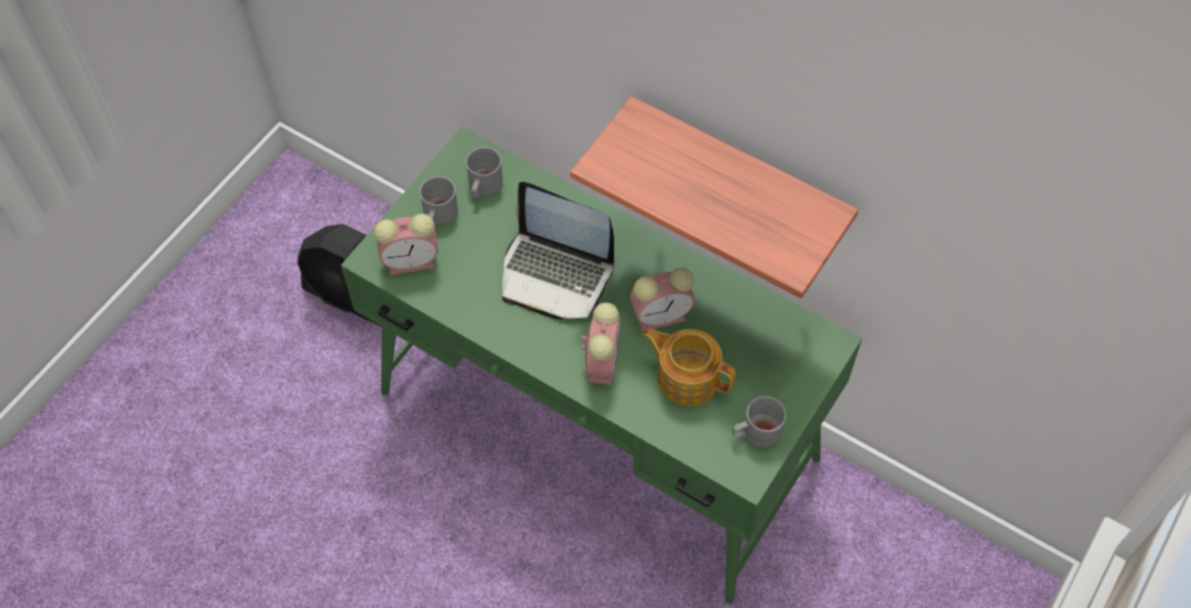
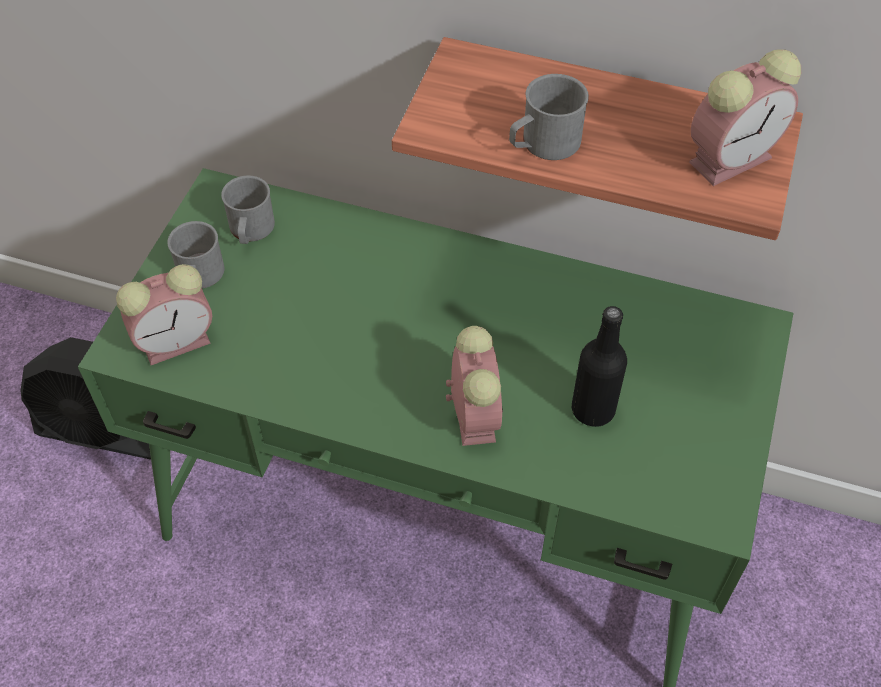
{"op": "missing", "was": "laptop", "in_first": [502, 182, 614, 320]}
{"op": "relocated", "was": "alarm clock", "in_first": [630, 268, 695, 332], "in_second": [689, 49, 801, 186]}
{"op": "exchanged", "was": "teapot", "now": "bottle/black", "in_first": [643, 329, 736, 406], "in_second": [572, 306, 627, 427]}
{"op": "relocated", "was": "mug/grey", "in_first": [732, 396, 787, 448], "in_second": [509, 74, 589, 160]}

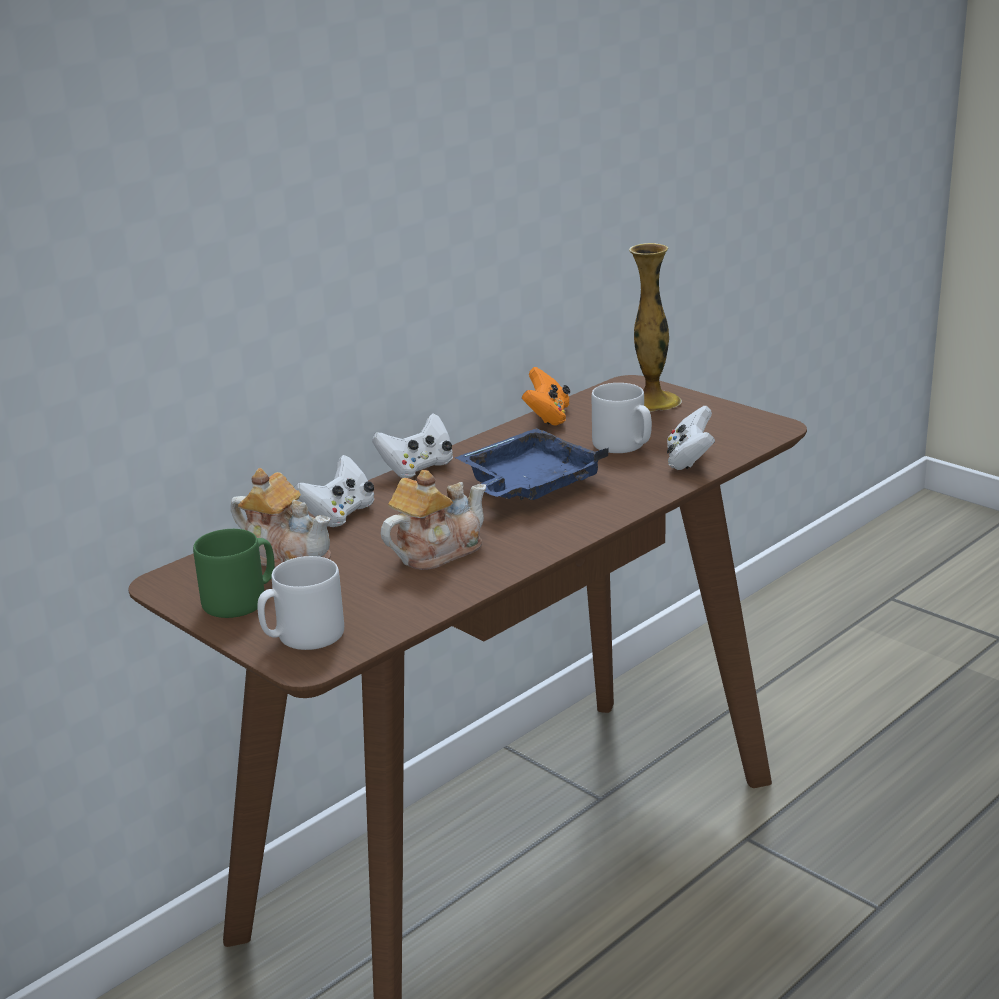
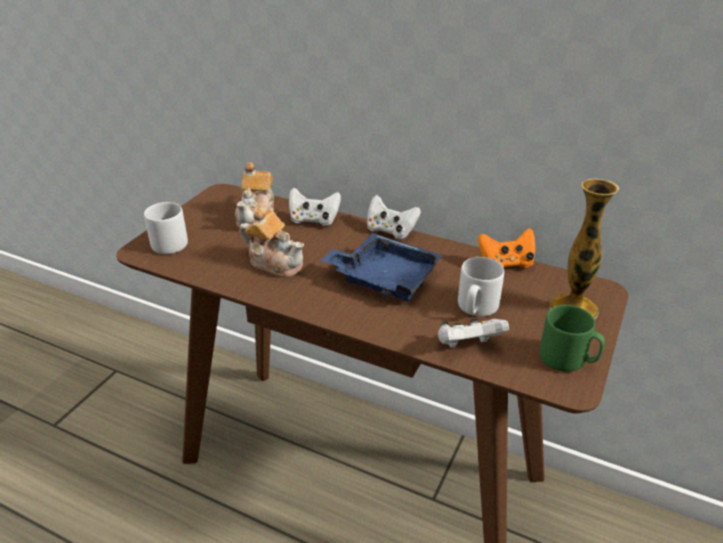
{"op": "relocated", "was": "mug/green", "in_first": [193, 529, 275, 618], "in_second": [539, 305, 605, 372]}

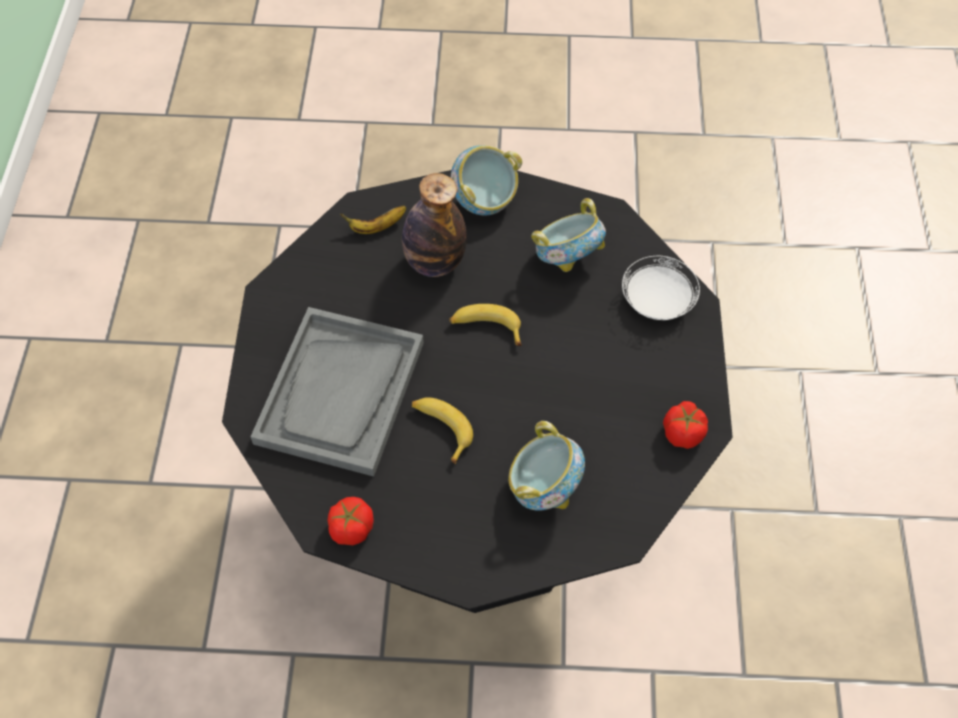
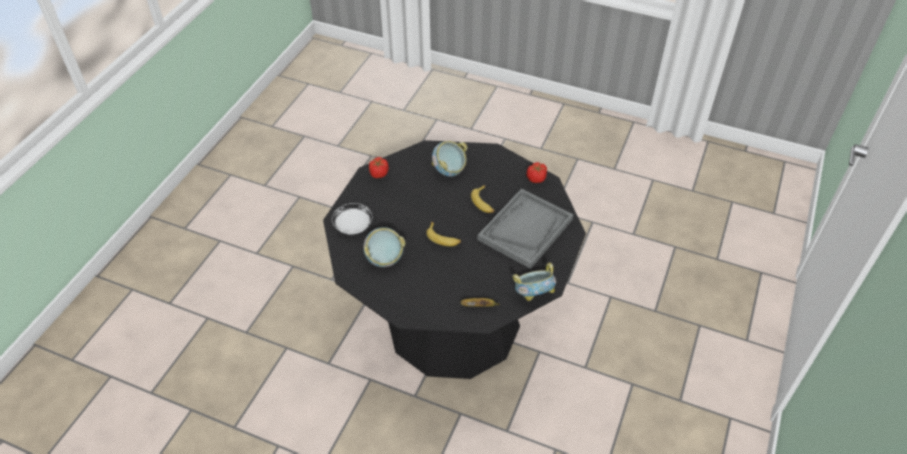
{"op": "relocated", "was": "bowl", "in_first": [451, 145, 522, 215], "in_second": [512, 262, 556, 301]}
{"op": "missing", "was": "bottle", "in_first": [402, 173, 467, 277]}

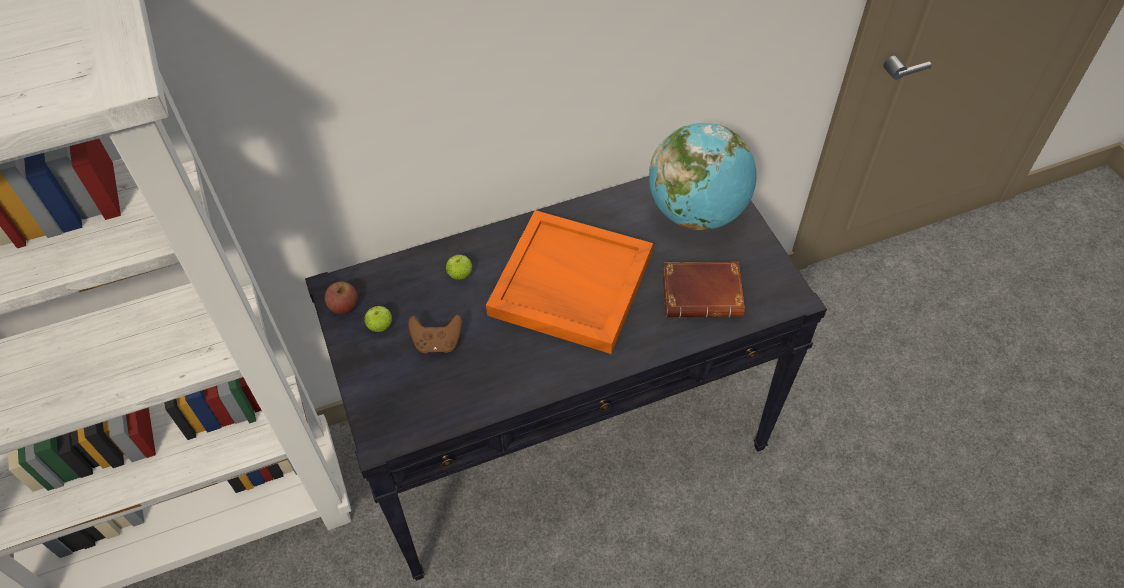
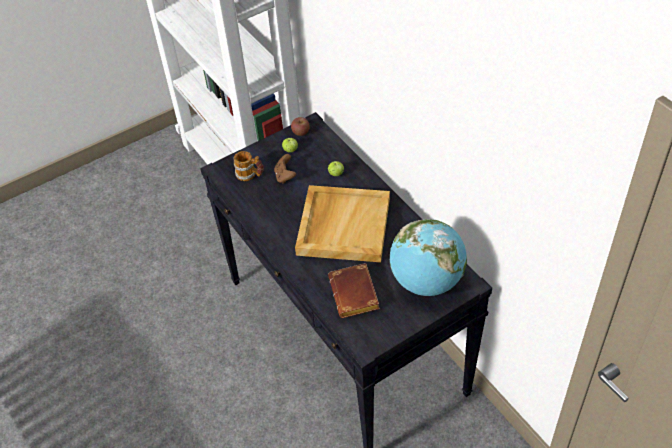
{"op": "colour", "was": "tray/orange", "now": "tray/beige", "in_first": [486, 210, 653, 354], "in_second": [295, 185, 390, 263]}
{"op": "appeared", "now": "mug", "in_second": [234, 151, 264, 181]}

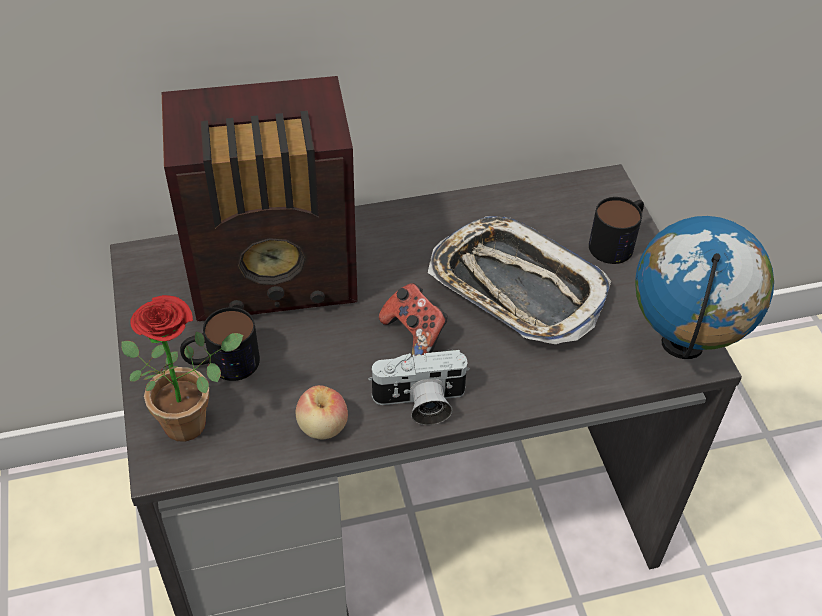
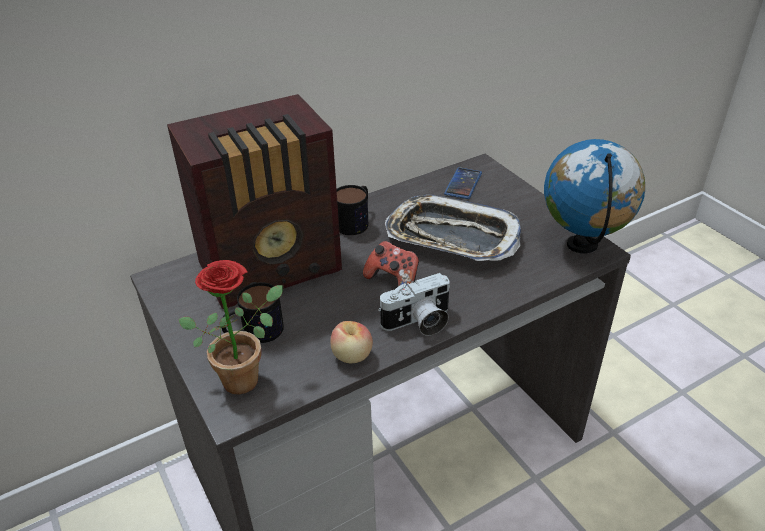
{"op": "relocated", "was": "mug", "in_first": [589, 197, 644, 264], "in_second": [337, 185, 368, 235]}
{"op": "appeared", "now": "phone", "in_second": [444, 167, 482, 199]}

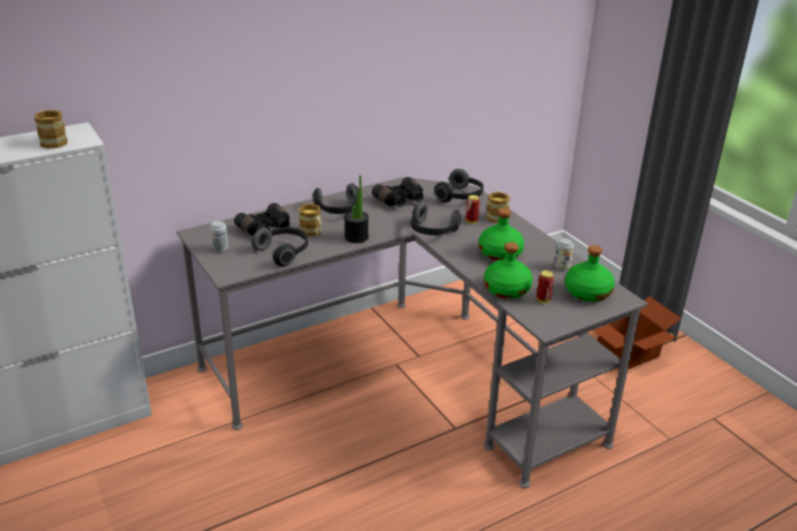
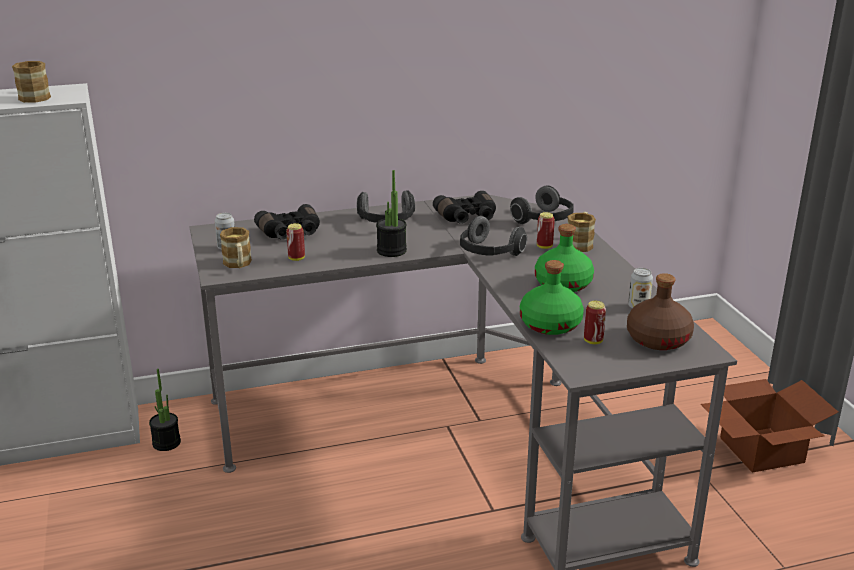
{"op": "relocated", "was": "mug", "in_first": [299, 204, 322, 236], "in_second": [220, 227, 252, 268]}
{"op": "exchanged", "was": "headphones", "now": "can", "in_first": [252, 227, 308, 266], "in_second": [286, 223, 305, 261]}
{"op": "colour", "was": "bottle/green", "now": "bottle/brown", "in_first": [565, 245, 615, 302], "in_second": [627, 273, 694, 350]}
{"op": "appeared", "now": "potted plant", "in_second": [149, 369, 181, 451]}

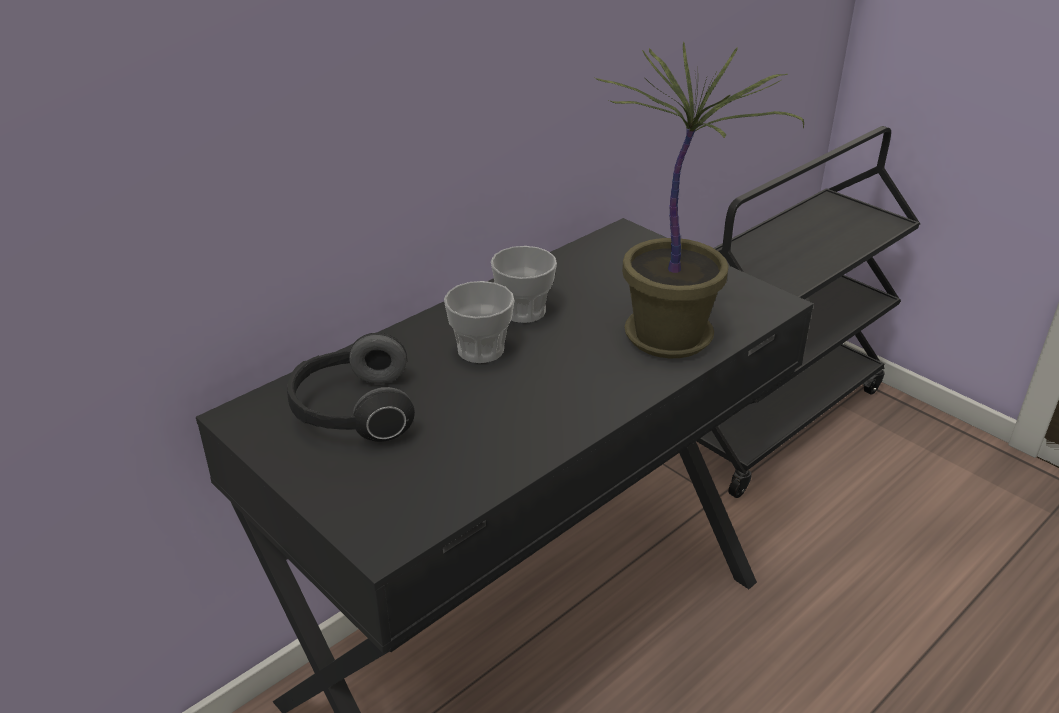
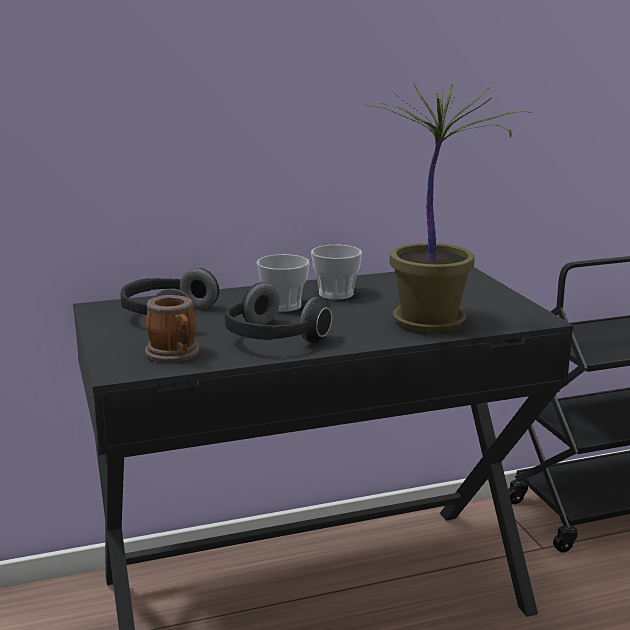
{"op": "appeared", "now": "headphones", "in_second": [225, 282, 332, 343]}
{"op": "appeared", "now": "mug", "in_second": [145, 295, 199, 363]}

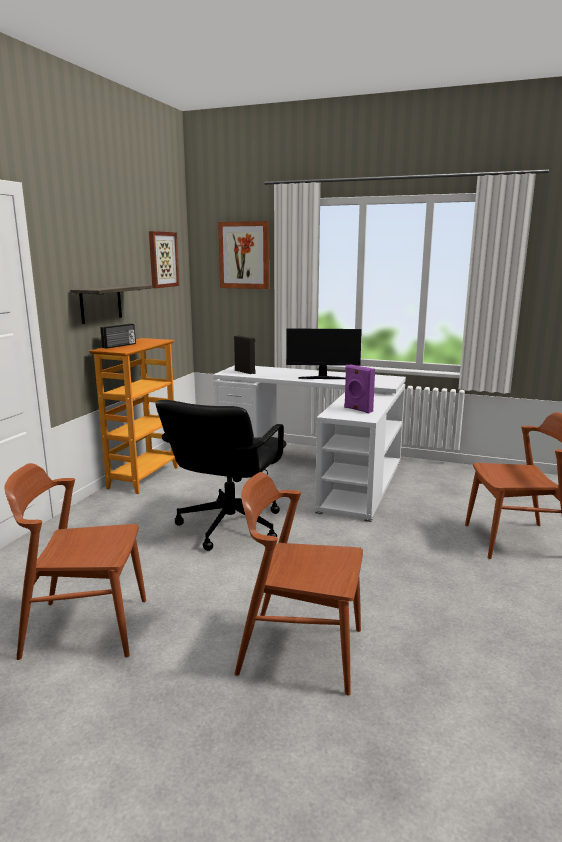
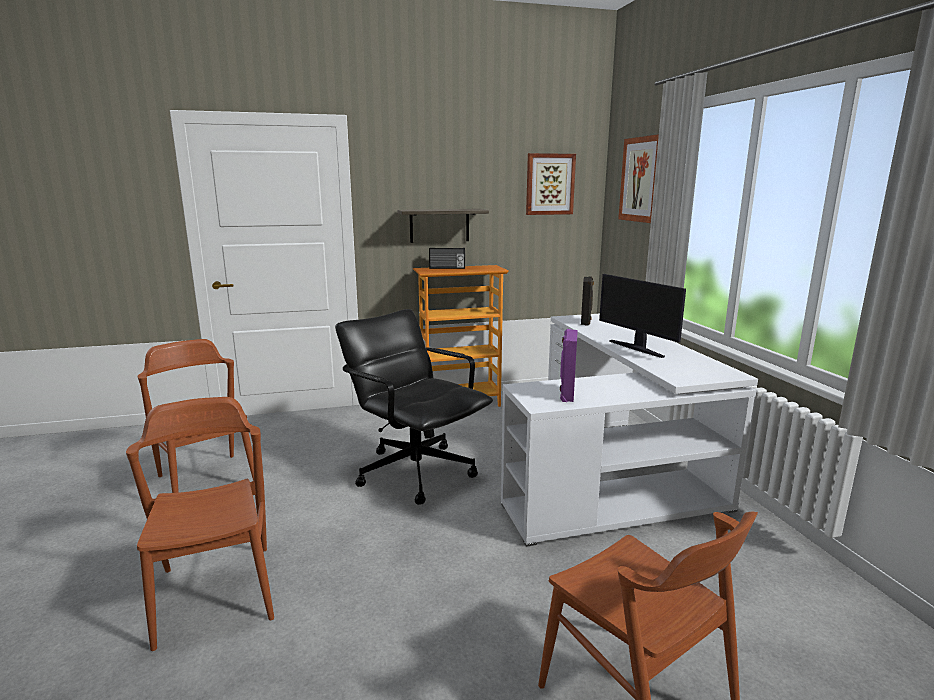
{"op": "spun", "was": "office chair/black", "in_first": [155, 400, 287, 551], "in_second": [335, 309, 493, 505], "clockwise": 60}

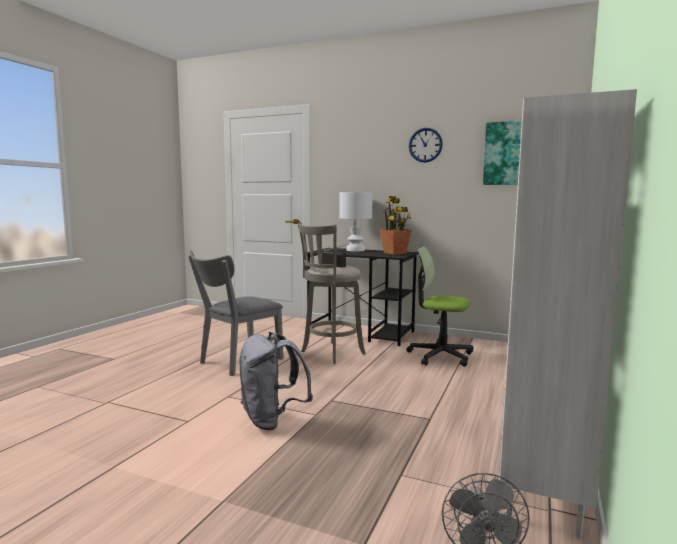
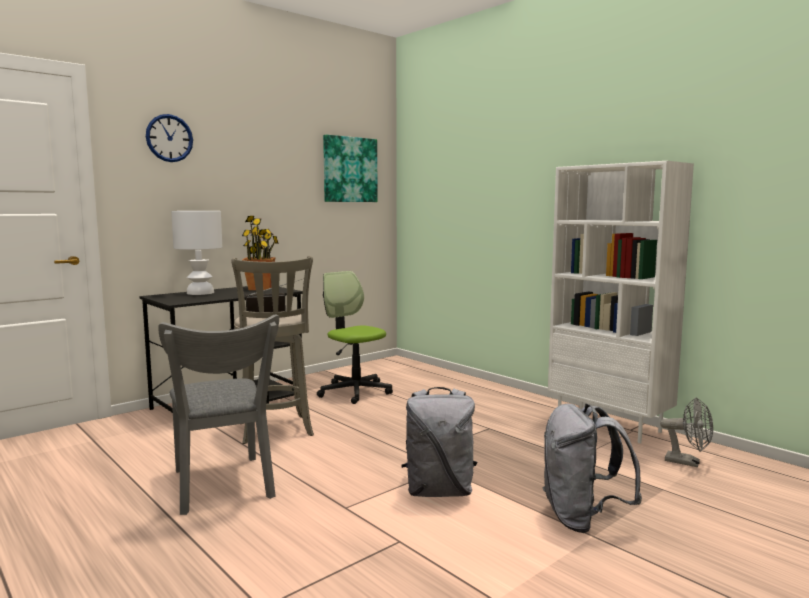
{"op": "relocated", "was": "wall clock", "in_first": [409, 128, 443, 163], "in_second": [146, 114, 193, 162]}
{"op": "spun", "was": "office chair", "in_first": [406, 247, 473, 367], "in_second": [317, 271, 393, 404], "clockwise": 90}
{"op": "appeared", "now": "backpack/grey", "in_second": [542, 403, 642, 533]}

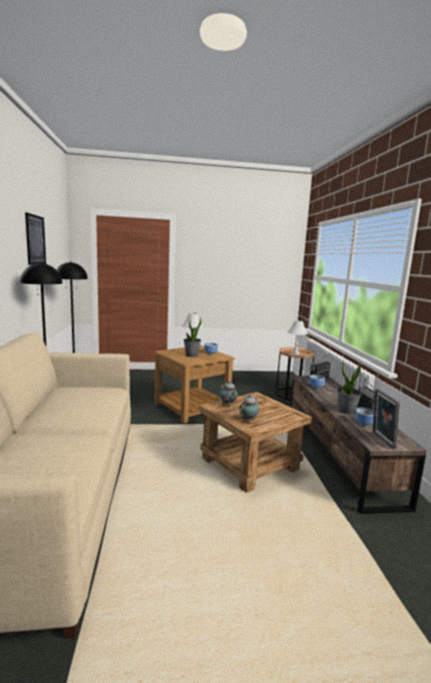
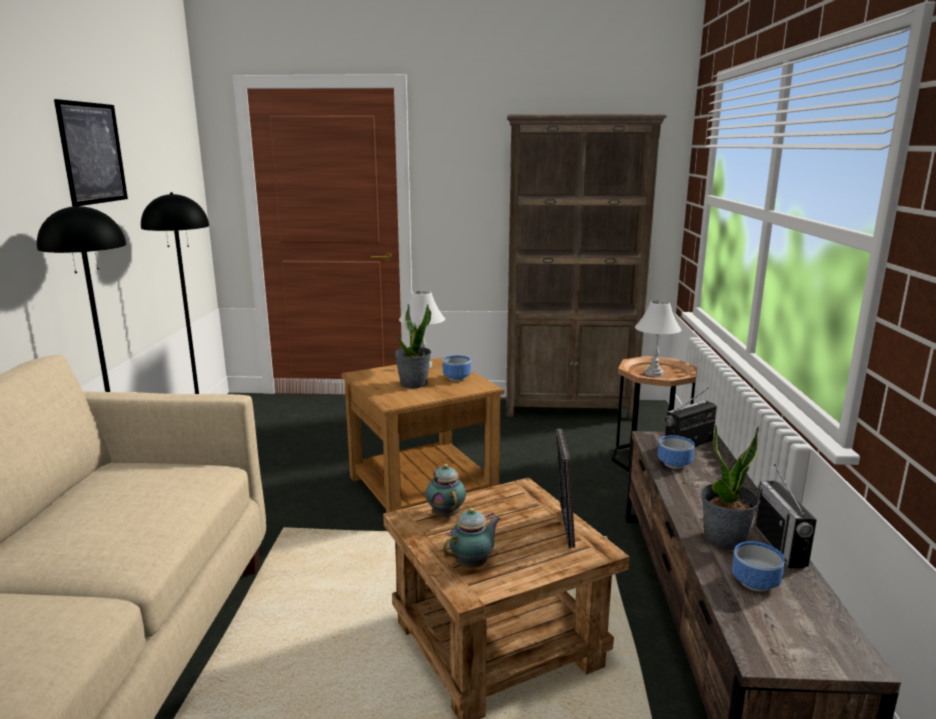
{"op": "relocated", "was": "picture frame", "in_first": [373, 389, 400, 449], "in_second": [556, 429, 575, 548]}
{"op": "appeared", "now": "bookcase/brown", "in_second": [506, 114, 667, 419]}

